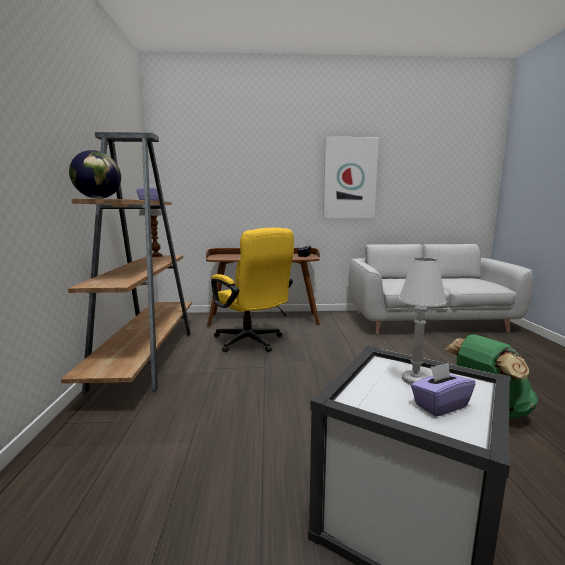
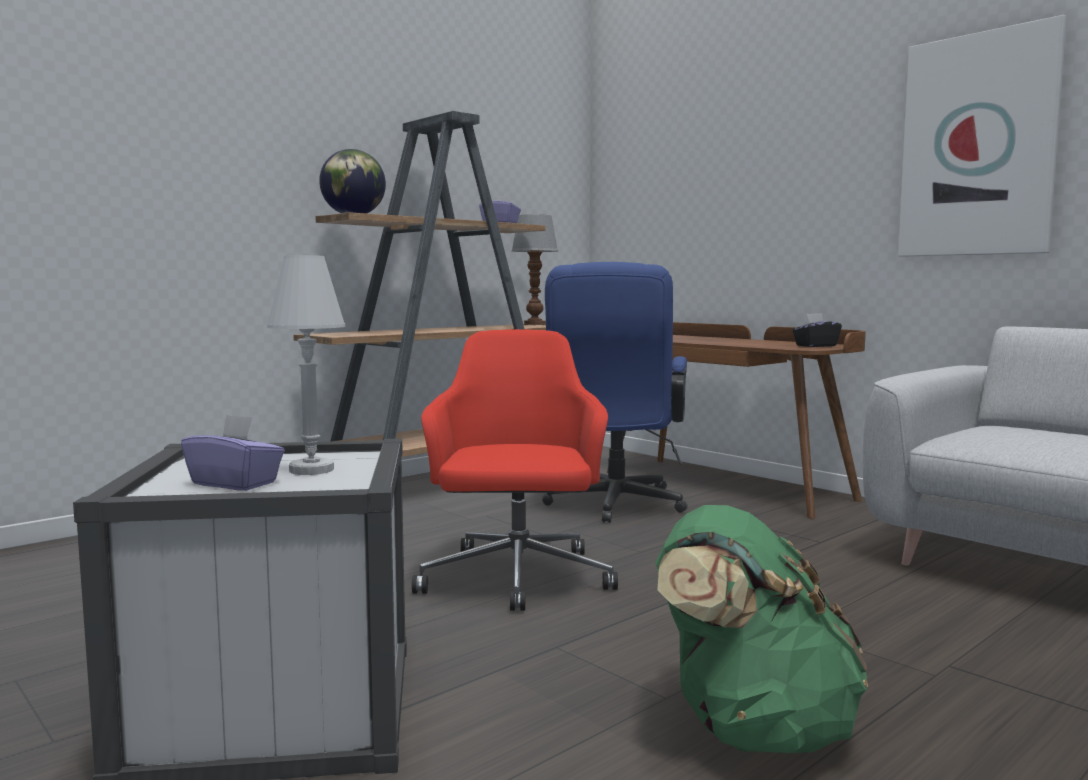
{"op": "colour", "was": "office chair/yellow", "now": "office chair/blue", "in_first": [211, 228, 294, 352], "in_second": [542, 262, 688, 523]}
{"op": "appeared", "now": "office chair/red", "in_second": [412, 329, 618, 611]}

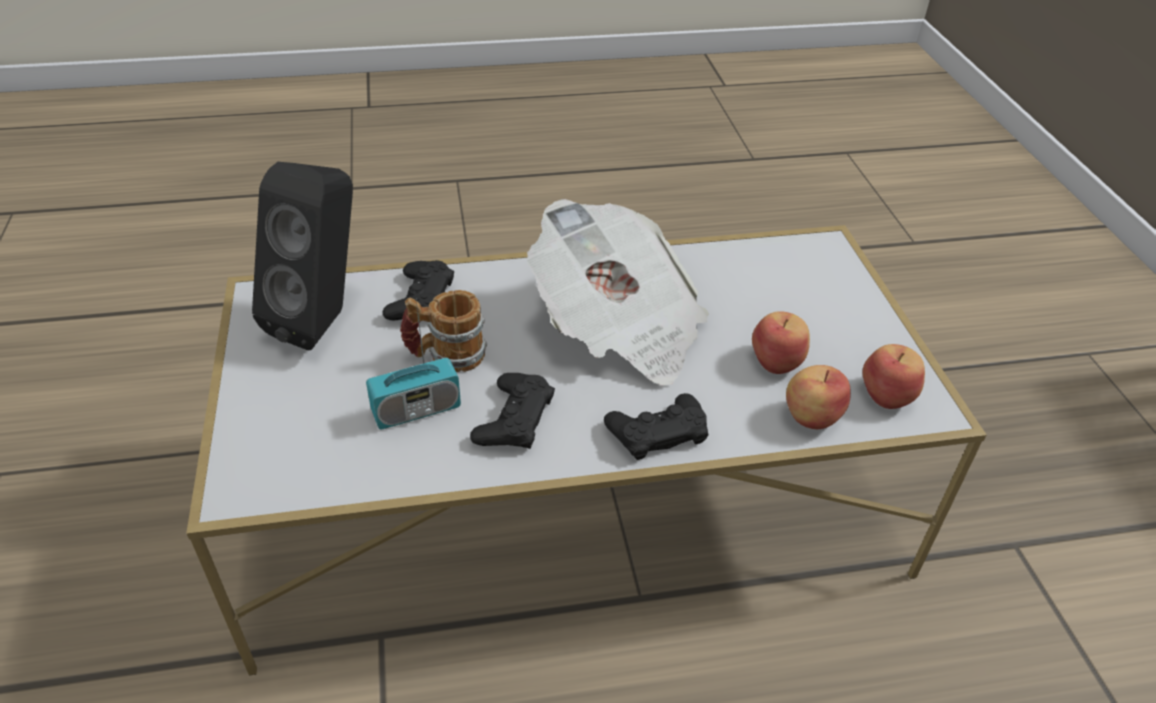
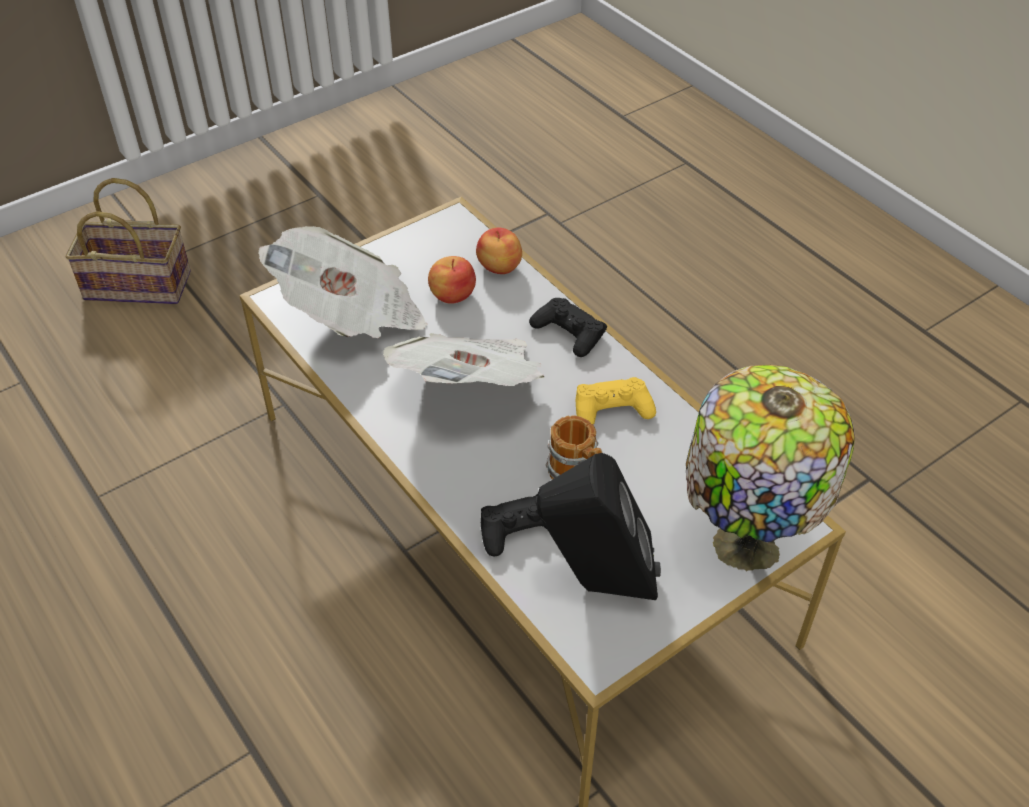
{"op": "missing", "was": "radio", "in_first": [366, 301, 461, 430]}
{"op": "missing", "was": "apple", "in_first": [863, 344, 925, 409]}
{"op": "colour", "was": "game controller/black", "now": "game controller/yellow", "in_first": [470, 373, 555, 449], "in_second": [576, 377, 656, 425]}
{"op": "appeared", "now": "basket", "in_second": [66, 178, 191, 304]}
{"op": "appeared", "now": "newspaper", "in_second": [258, 226, 427, 338]}
{"op": "appeared", "now": "table lamp", "in_second": [686, 365, 855, 571]}

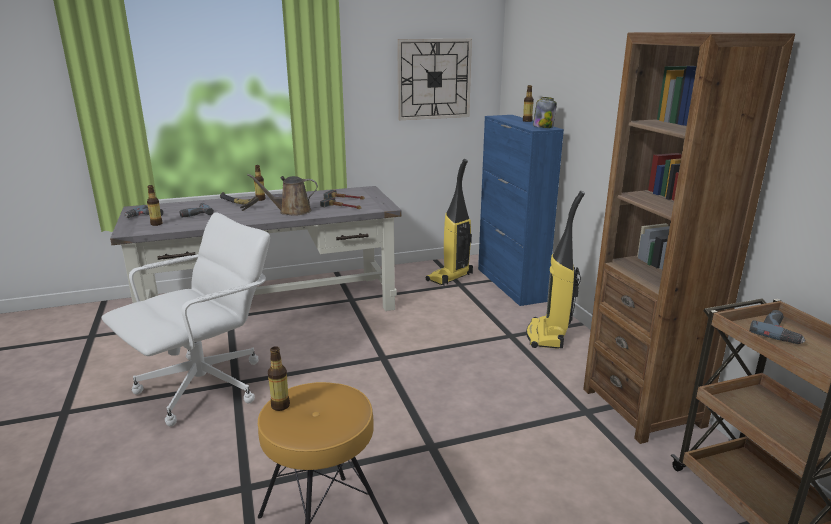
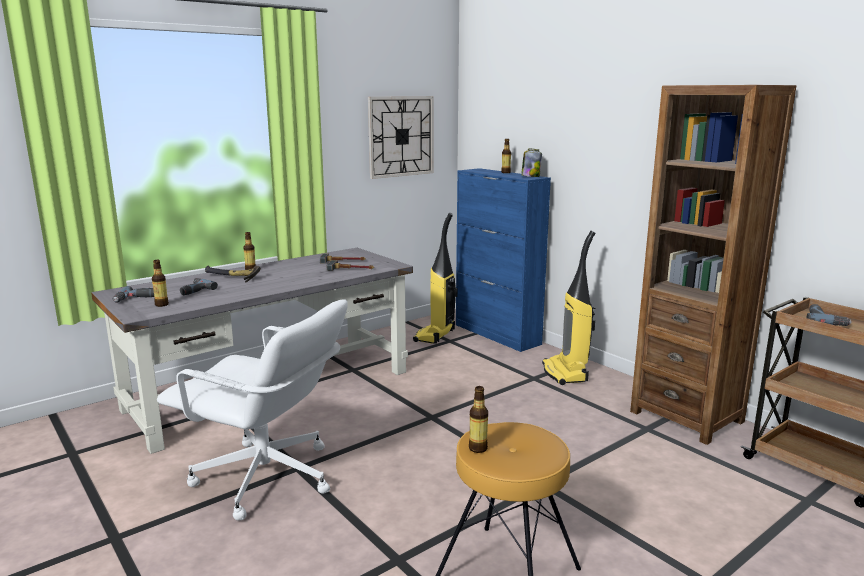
{"op": "missing", "was": "watering can/brown", "in_first": [247, 174, 318, 216]}
{"op": "spun", "was": "office chair/white", "in_first": [102, 212, 270, 426], "in_second": [157, 299, 348, 521], "clockwise": 90}

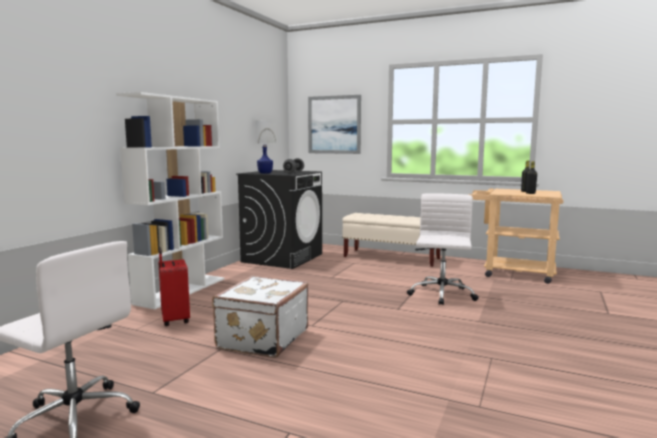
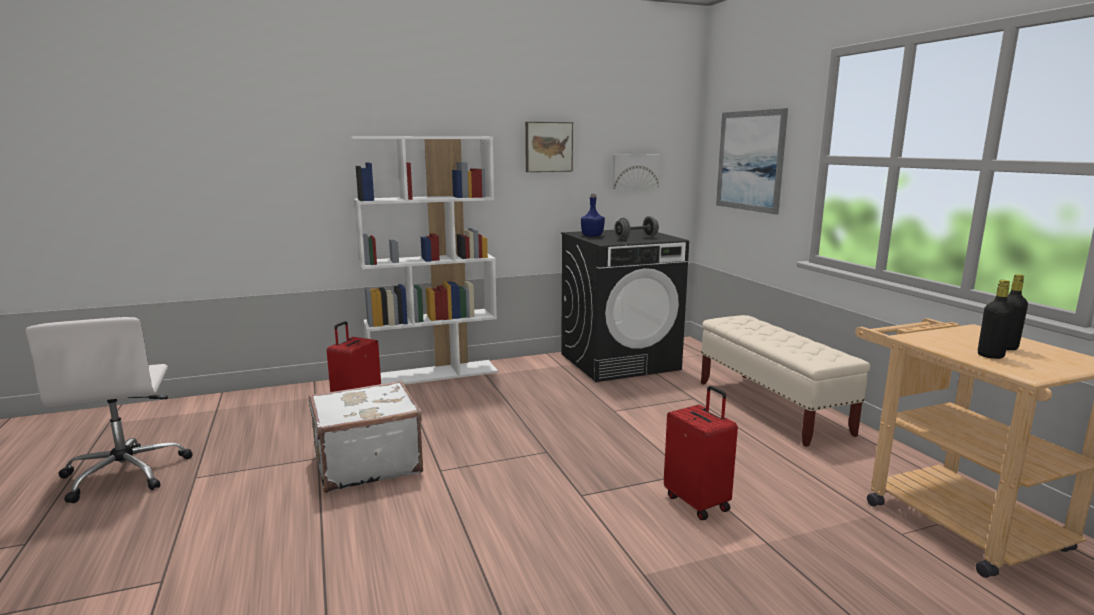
{"op": "exchanged", "was": "office chair/white", "now": "suitcase/red", "in_first": [407, 193, 479, 305], "in_second": [664, 386, 738, 520]}
{"op": "appeared", "now": "picture", "in_second": [525, 122, 573, 172]}

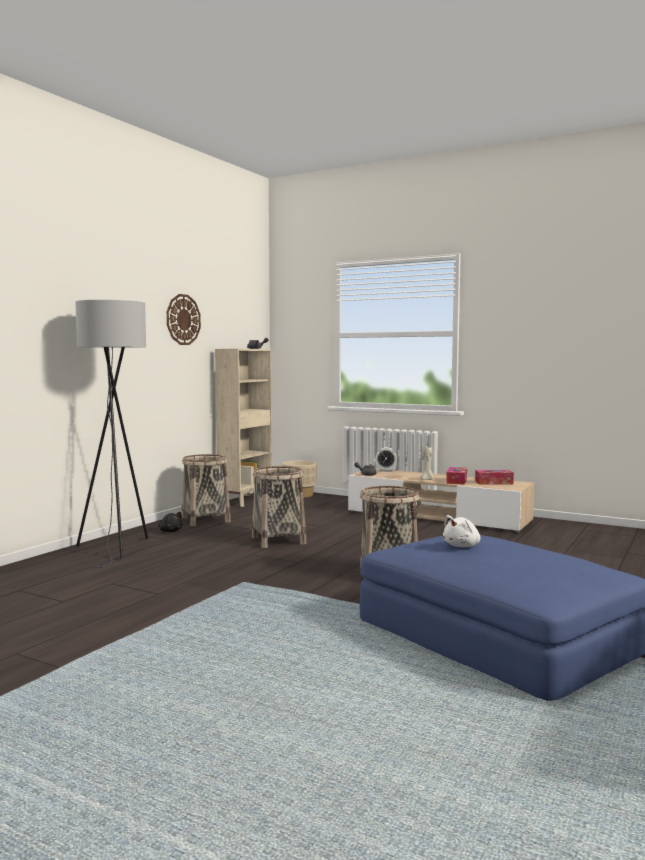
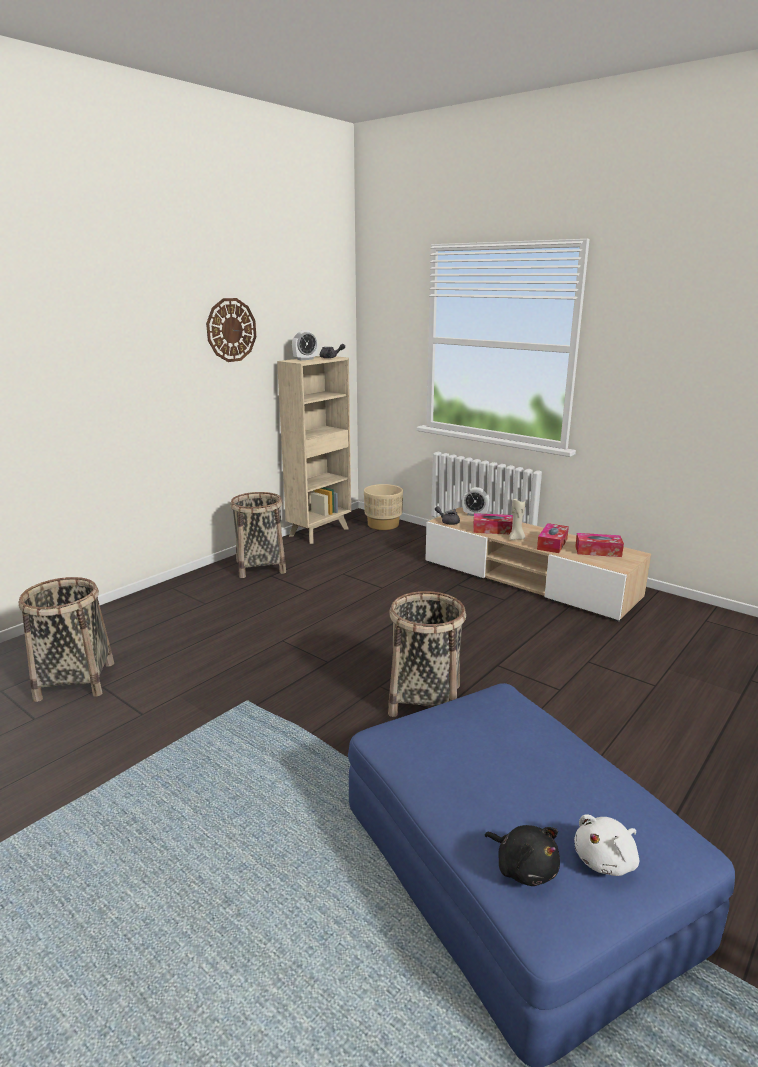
{"op": "missing", "was": "floor lamp/grey", "in_first": [75, 300, 148, 568]}
{"op": "relocated", "was": "basket", "in_first": [252, 466, 306, 548], "in_second": [19, 577, 114, 702]}
{"op": "relocated", "was": "plush toy/black", "in_first": [158, 512, 183, 532], "in_second": [485, 825, 560, 886]}
{"op": "relocated", "was": "plush toy/white", "in_first": [443, 515, 480, 547], "in_second": [574, 814, 639, 876]}
{"op": "appeared", "now": "alarm clock", "in_second": [292, 330, 318, 360]}
{"op": "appeared", "now": "tissue box", "in_second": [473, 513, 513, 534]}

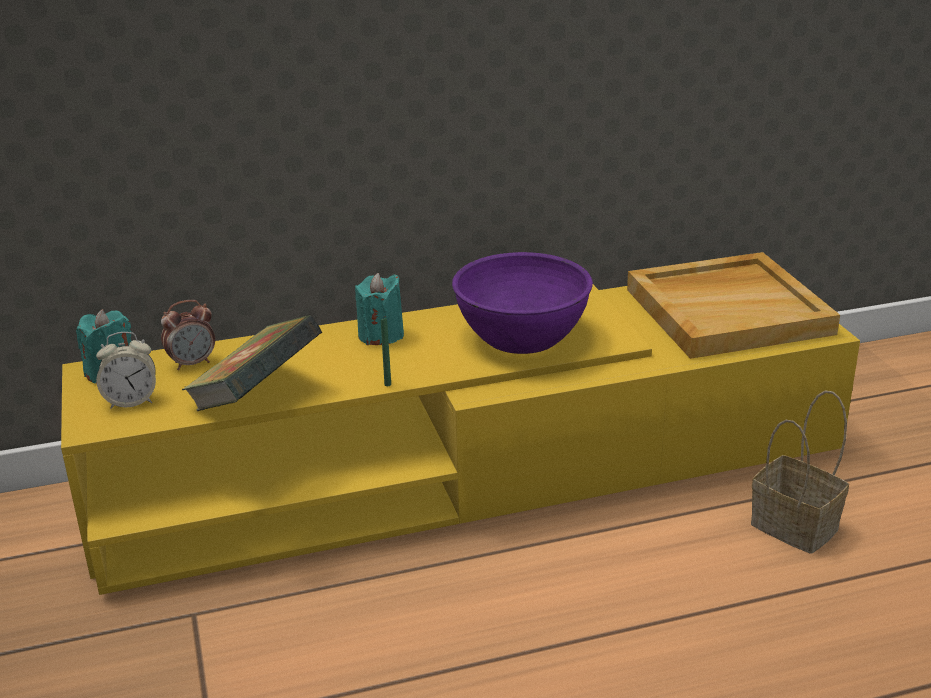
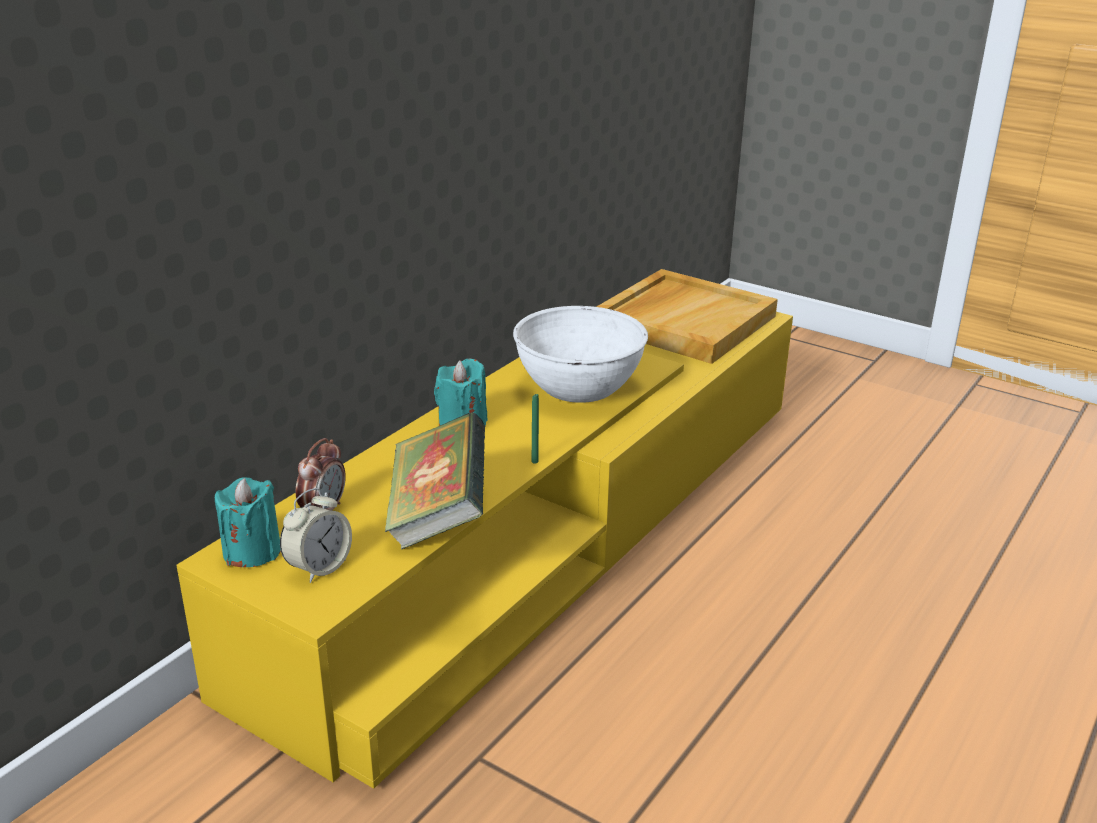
{"op": "colour", "was": "bowl/purple", "now": "bowl/white", "in_first": [452, 252, 593, 354], "in_second": [513, 306, 648, 403]}
{"op": "missing", "was": "basket", "in_first": [751, 391, 849, 554]}

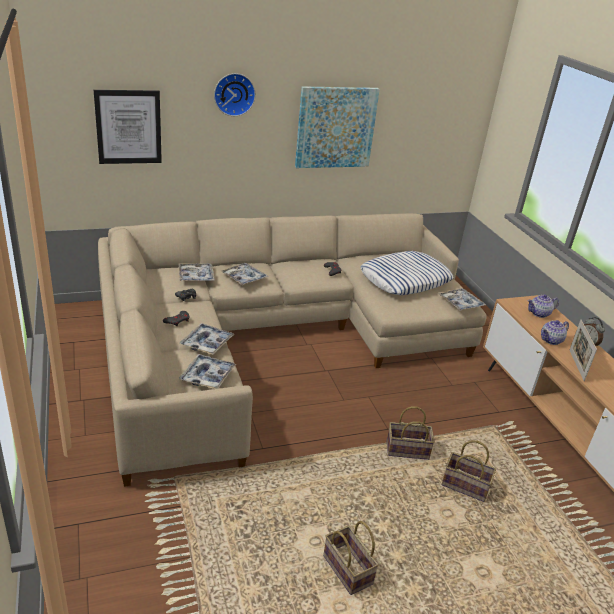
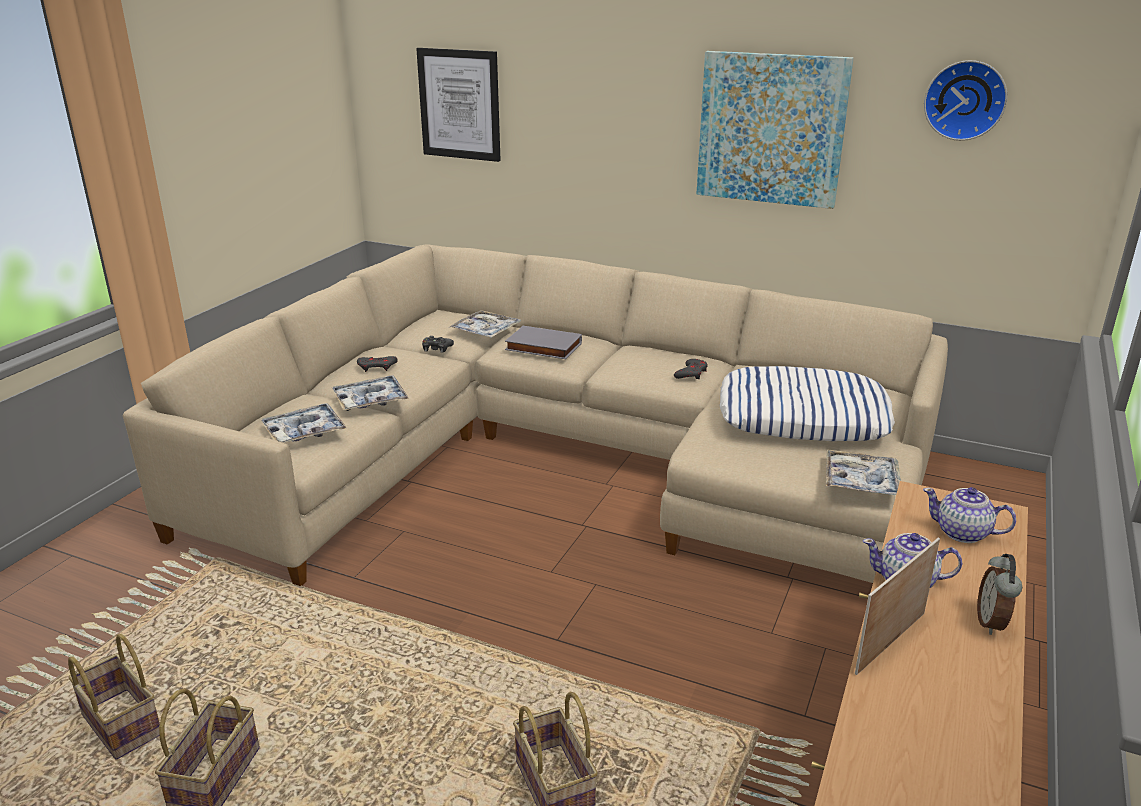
{"op": "relocated", "was": "wall clock", "in_first": [214, 73, 256, 116], "in_second": [924, 60, 1007, 141]}
{"op": "exchanged", "was": "tray", "now": "book/grey", "in_first": [221, 263, 268, 286], "in_second": [505, 326, 582, 359]}
{"op": "relocated", "was": "basket", "in_first": [387, 406, 435, 460], "in_second": [68, 634, 160, 759]}

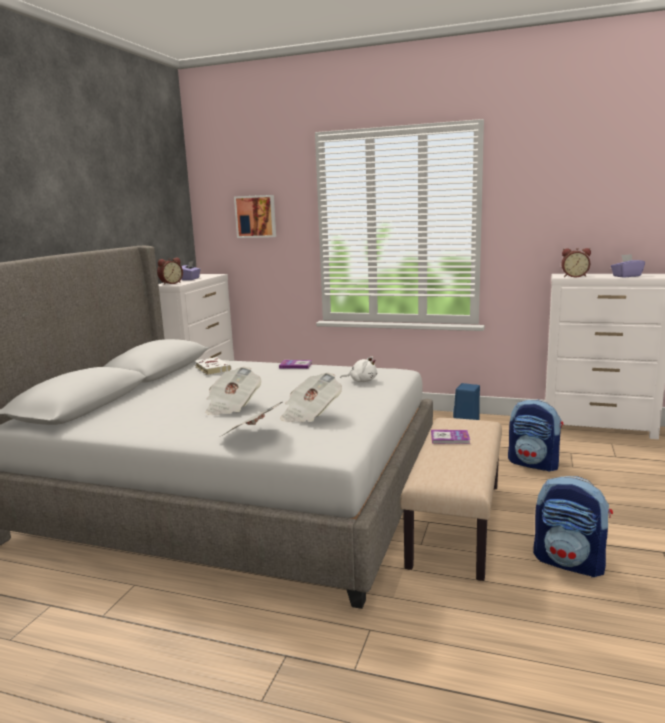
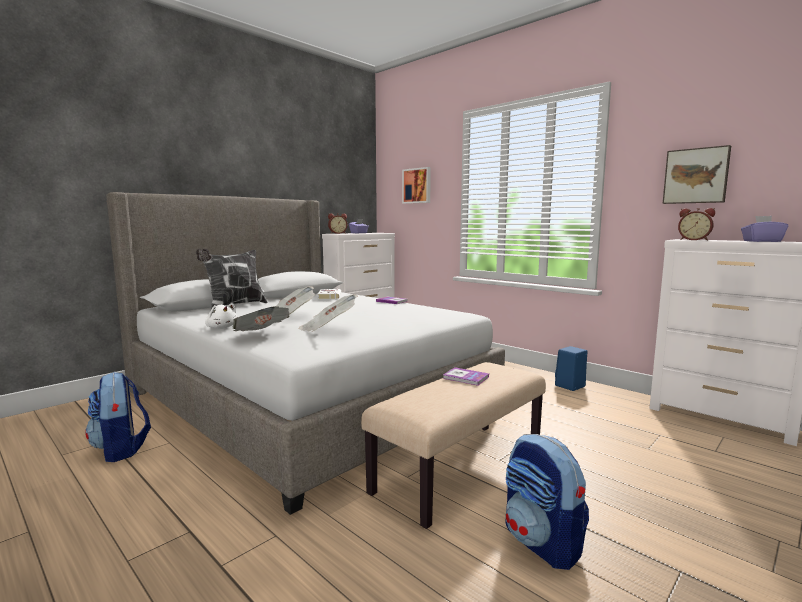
{"op": "relocated", "was": "plush toy/white", "in_first": [340, 357, 377, 382], "in_second": [205, 303, 237, 329]}
{"op": "relocated", "was": "backpack", "in_first": [508, 399, 563, 472], "in_second": [85, 372, 151, 462]}
{"op": "appeared", "now": "picture", "in_second": [662, 145, 731, 204]}
{"op": "appeared", "now": "pillow", "in_second": [196, 249, 267, 308]}

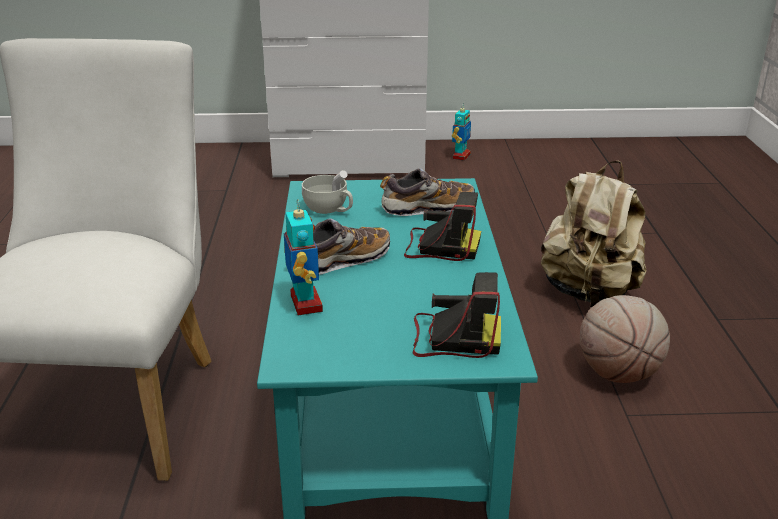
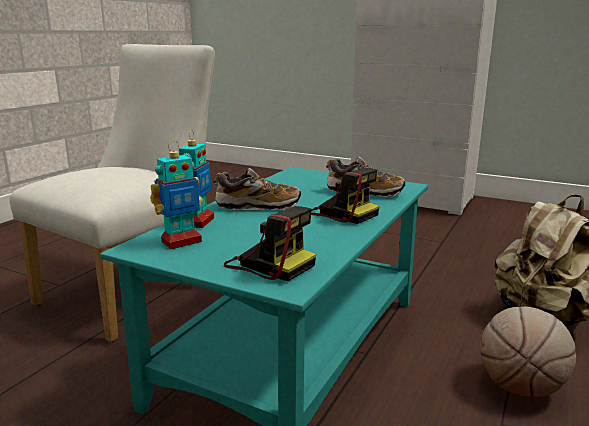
{"op": "relocated", "was": "toy robot", "in_first": [452, 103, 471, 161], "in_second": [150, 141, 203, 249]}
{"op": "missing", "was": "cup/white", "in_first": [302, 170, 353, 214]}

